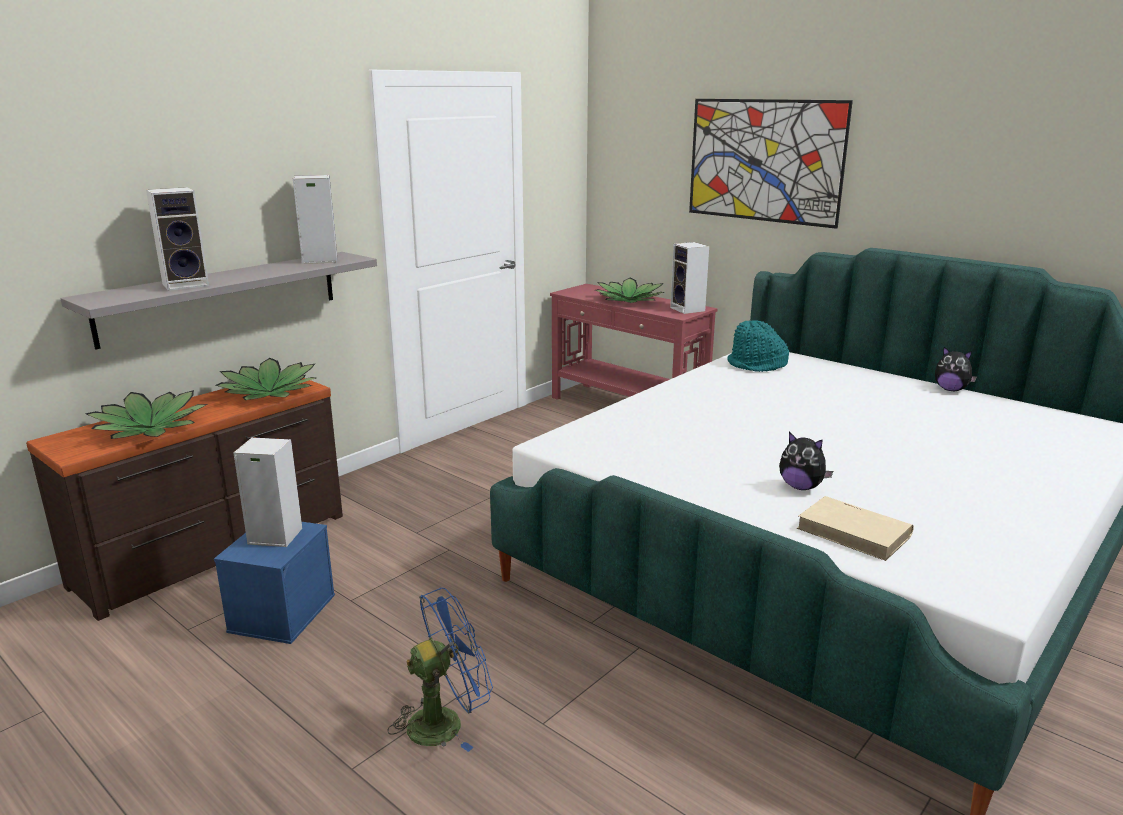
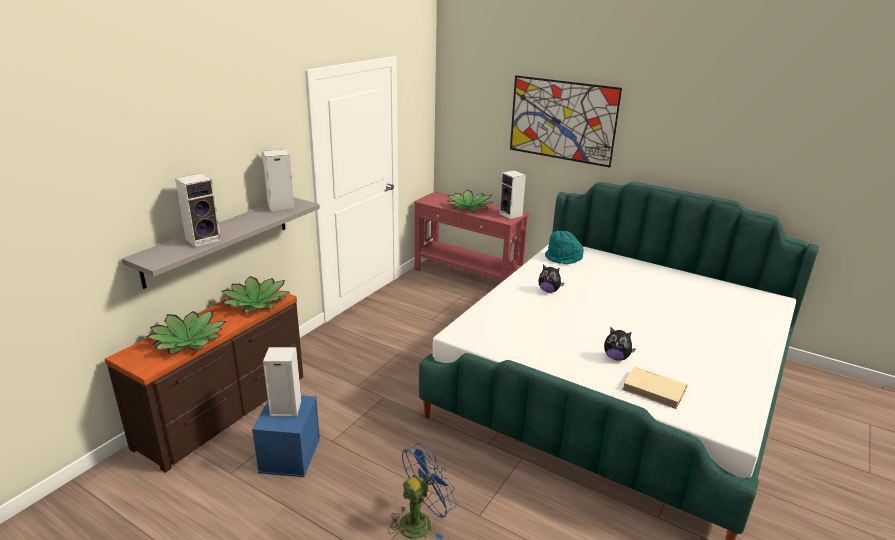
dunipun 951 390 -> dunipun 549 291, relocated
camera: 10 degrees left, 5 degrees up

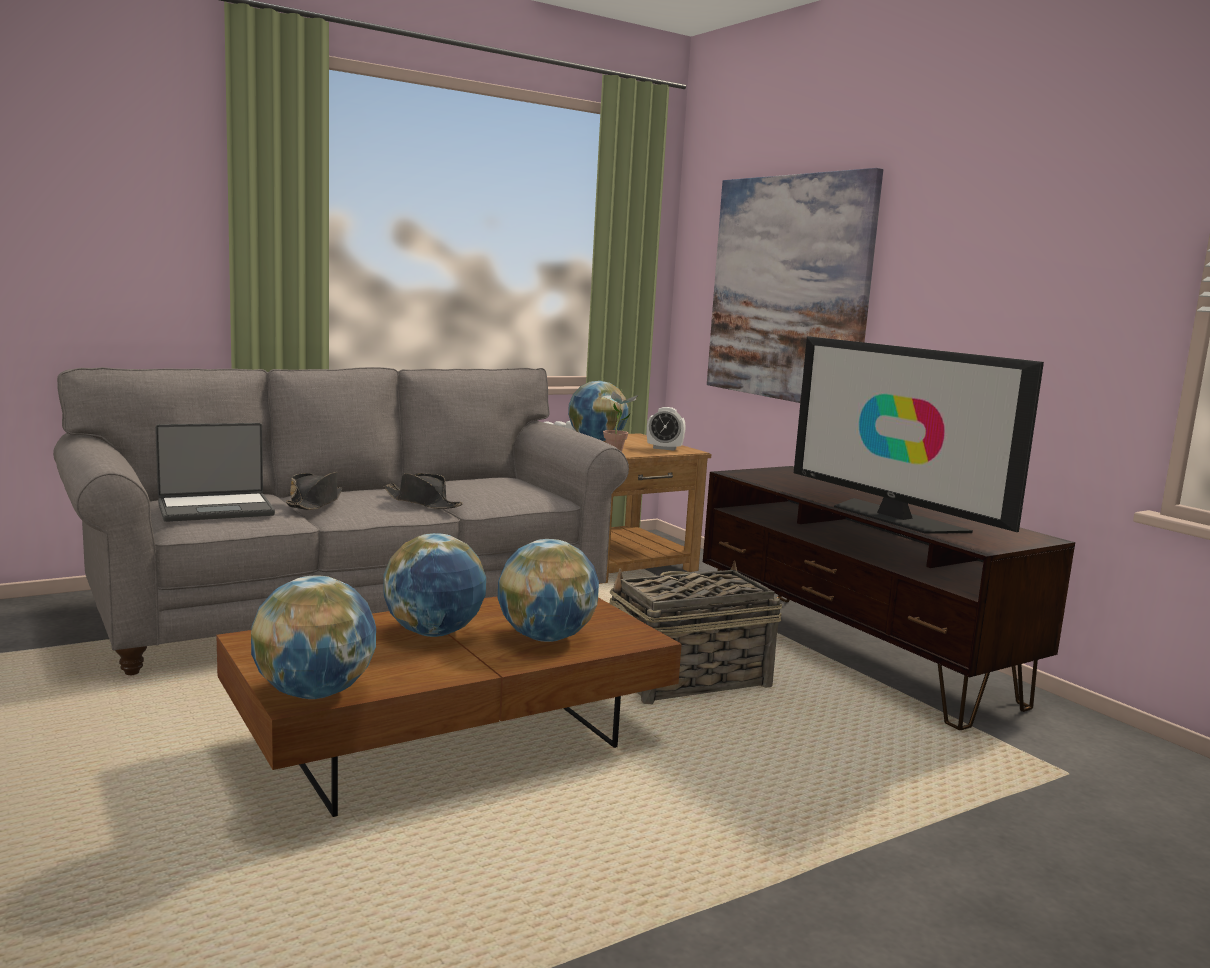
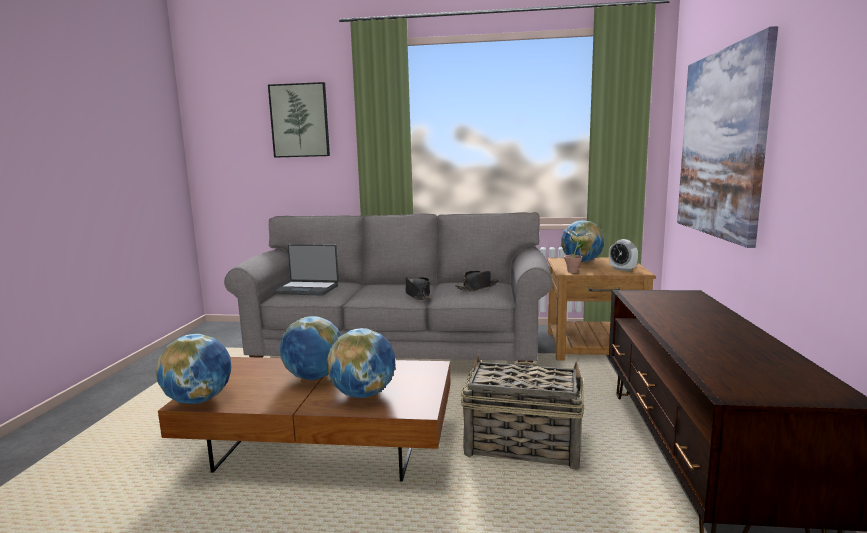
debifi 894 517 -> none
none -> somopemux 300 120
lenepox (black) 315 503 -> lenepox (black) 477 288, relocated
camera: 40 degrees right, 0 degrees up

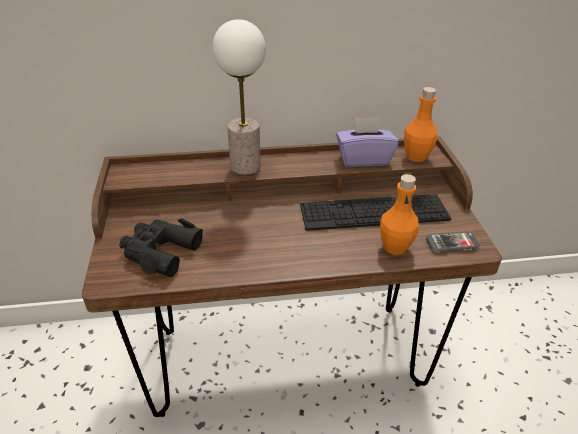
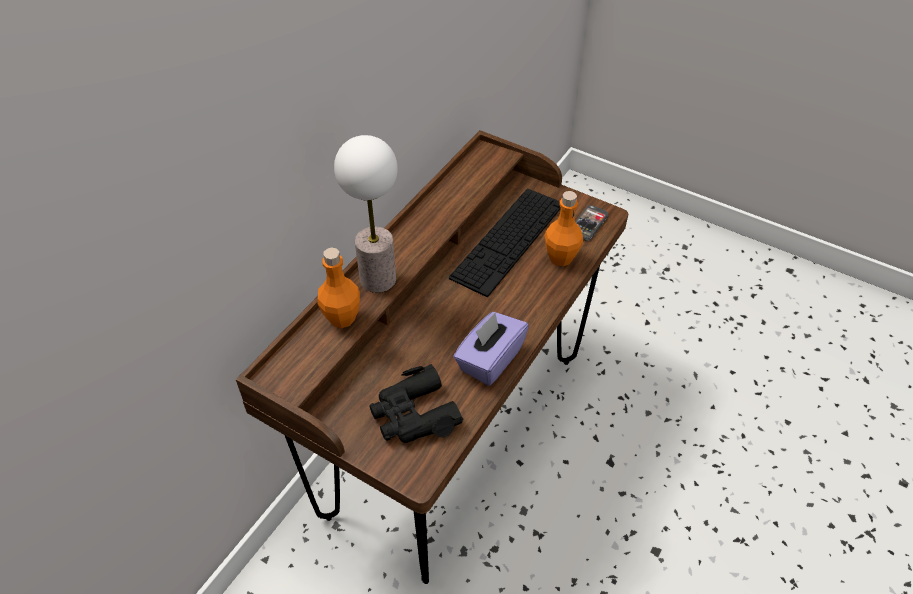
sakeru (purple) 363 159 -> sakeru (purple) 489 360, relocated
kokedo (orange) 416 156 -> kokedo (orange) 342 318, relocated
camera: 50 degrees left, 10 degrees up

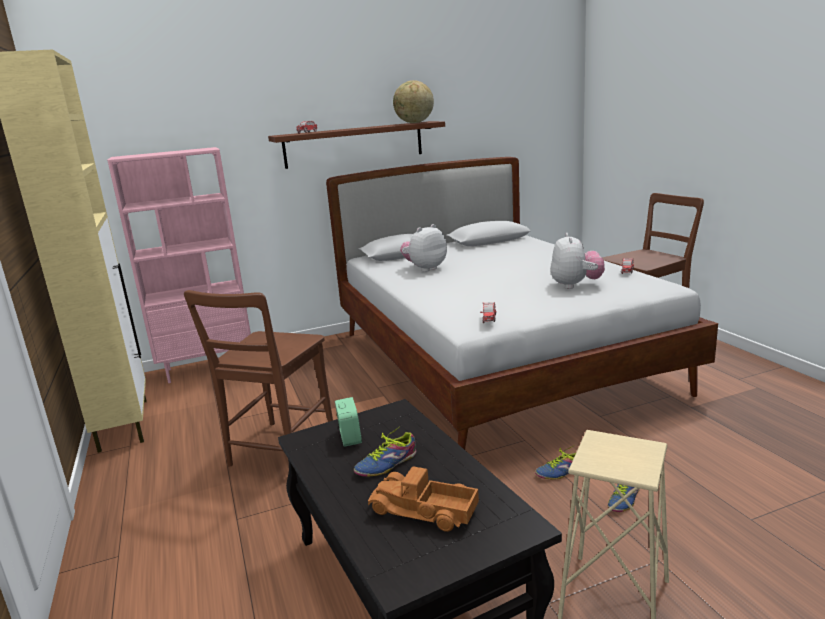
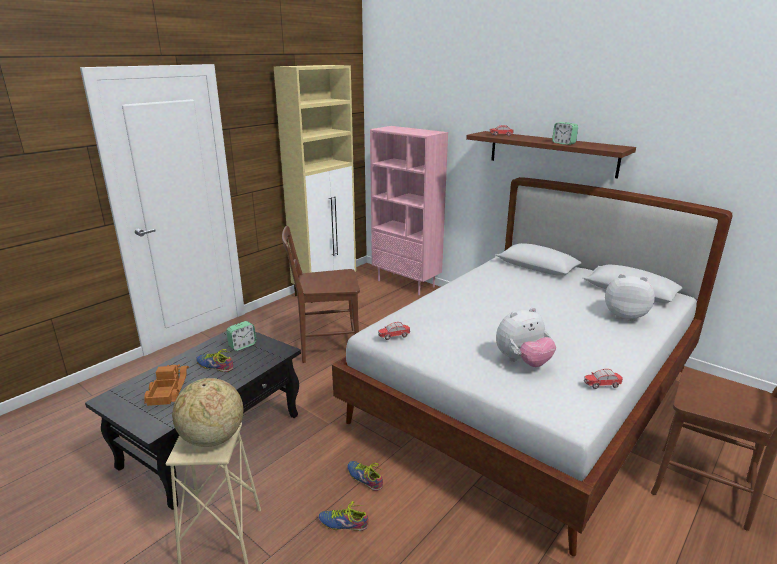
none -> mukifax 563 143
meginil 414 123 -> meginil 212 438, relocated
dunipun 425 269 -> dunipun 624 315, relocated
camera: 60 degrees right, 5 degrees up

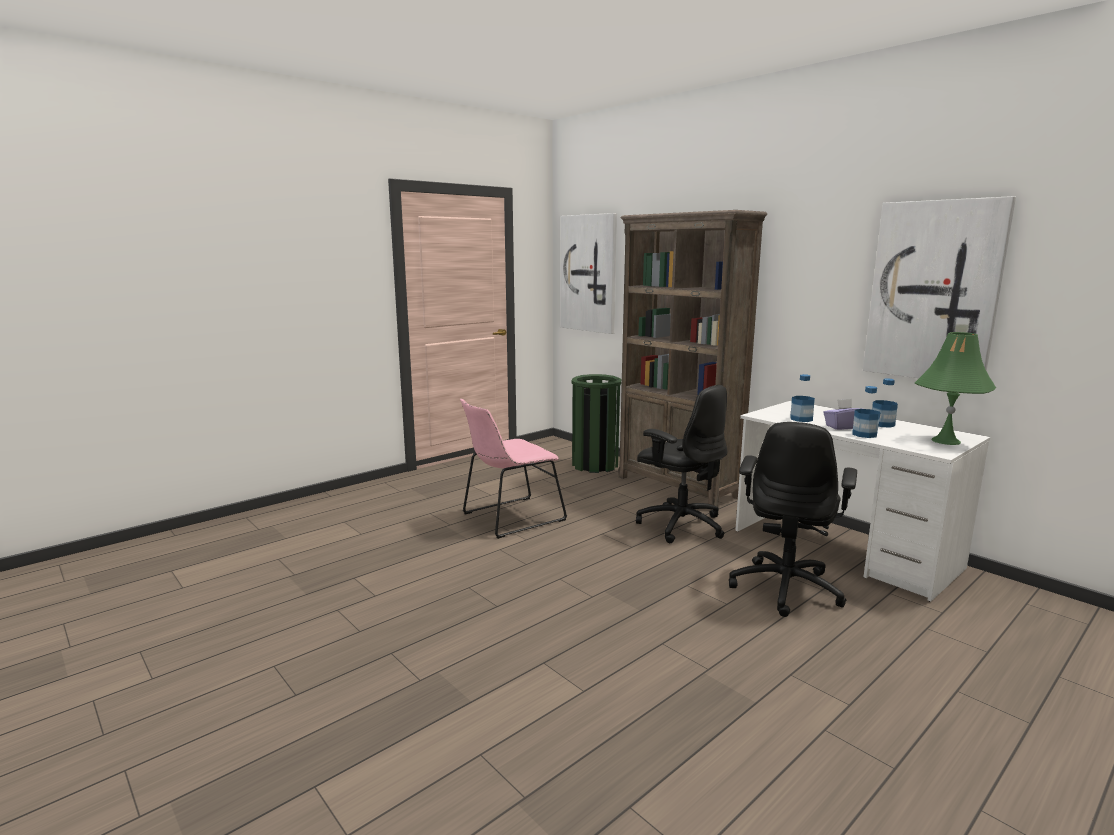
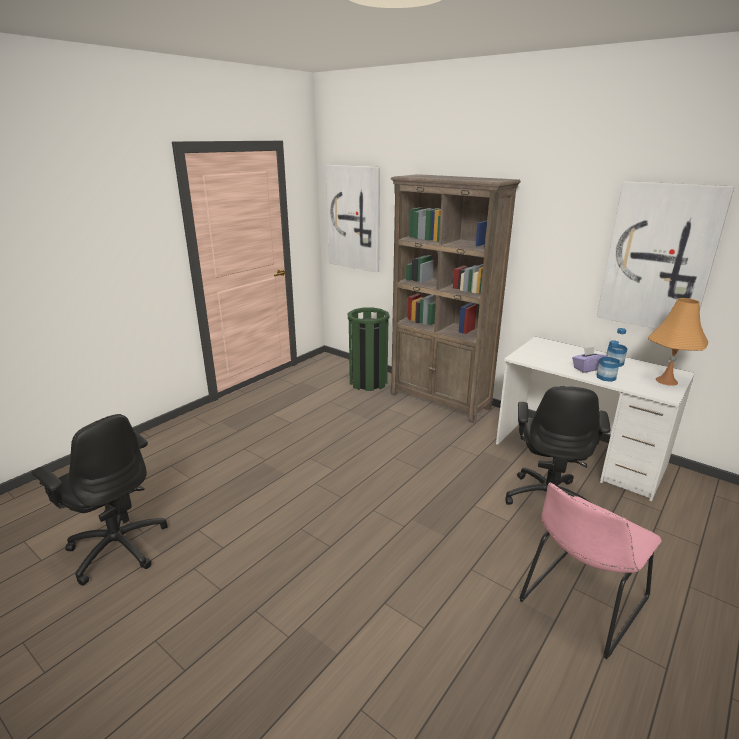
kokedo 801 419 -> none
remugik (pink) 510 518 -> remugik (pink) 580 602, relocated
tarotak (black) 680 524 -> tarotak (black) 118 547, relocated
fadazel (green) 945 441 -> fadazel (orange) 666 381
camera: 10 degrees left, 10 degrees up

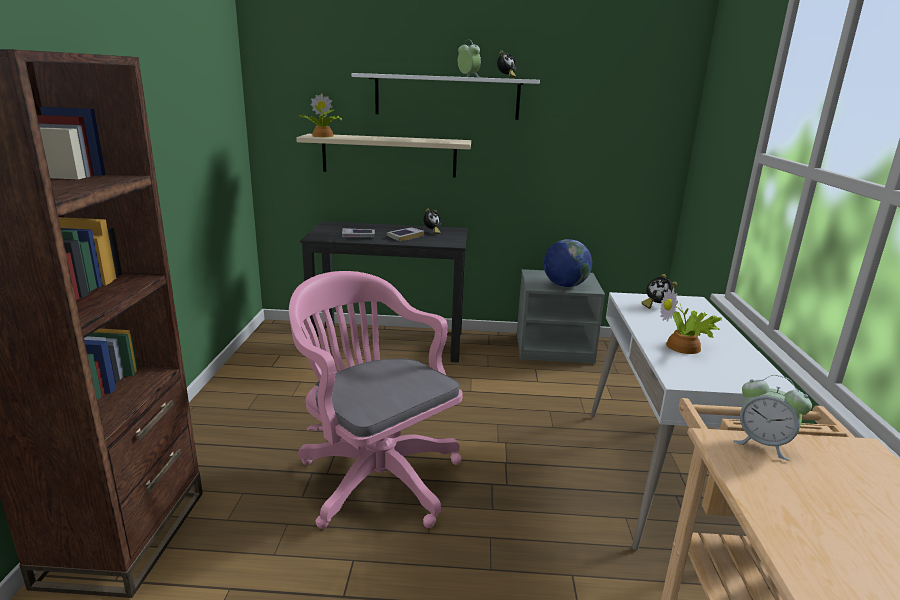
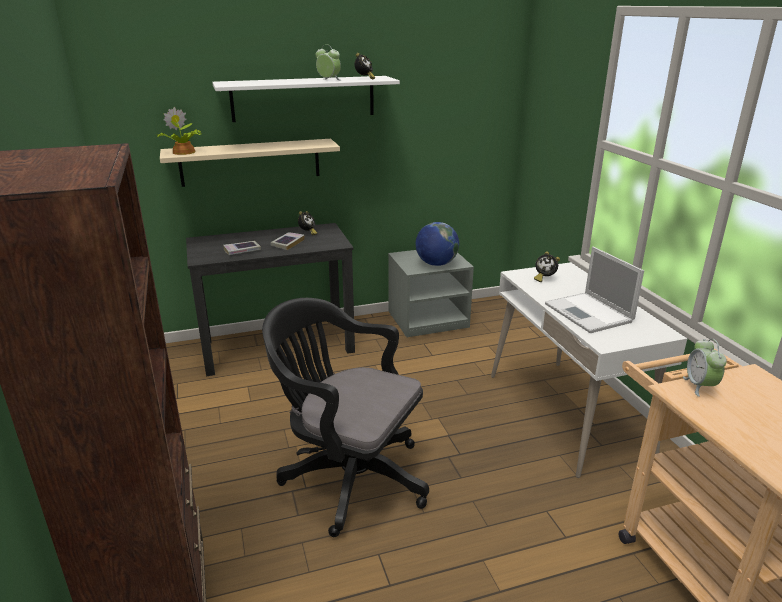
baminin 685 347 -> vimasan 589 313
tarotak (pink) 374 474 -> tarotak (black) 348 476
mukifax 763 444 -> mukifax 700 386, 75 degrees clockwise
camera: 20 degrees left, 5 degrees up

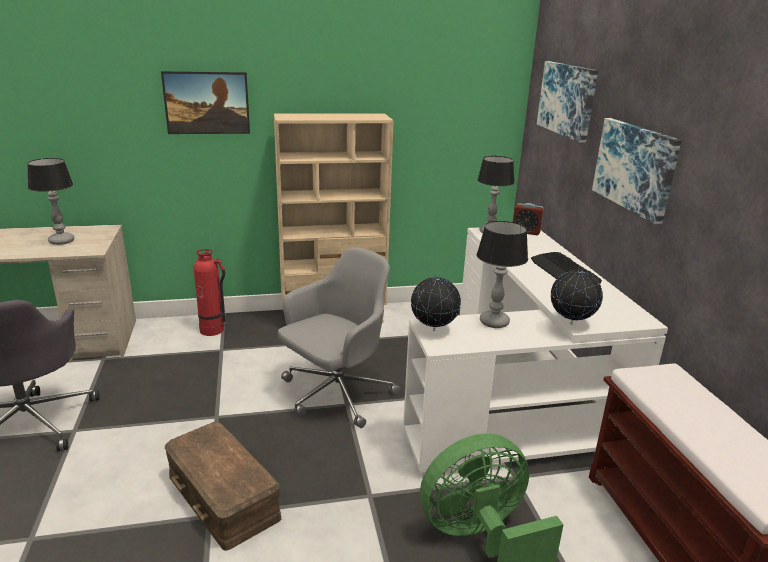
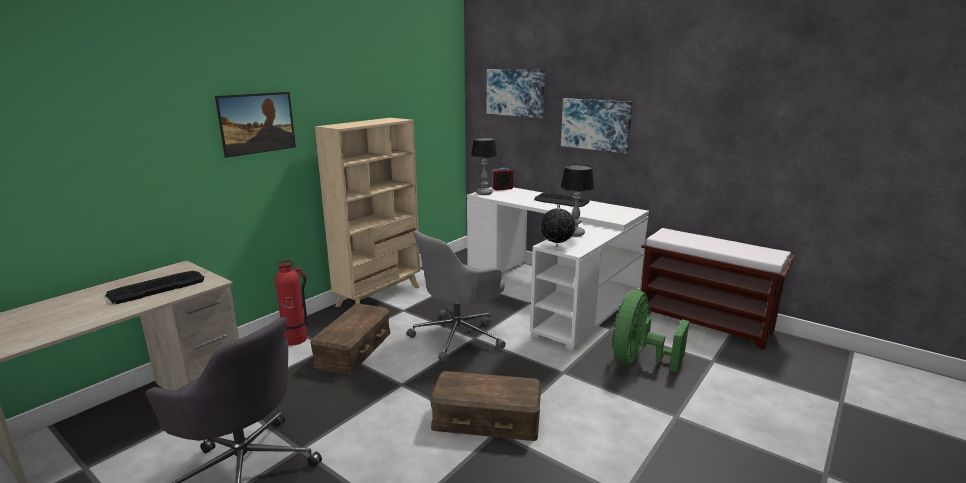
meginil 571 323 -> none
none -> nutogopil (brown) 353 348
fadazel 61 241 -> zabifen 156 287
tarotak (grey) 336 394 -> tarotak (grey) 459 336, 135 degrees counterclockwise
camera: 40 degrees left, 5 degrees down

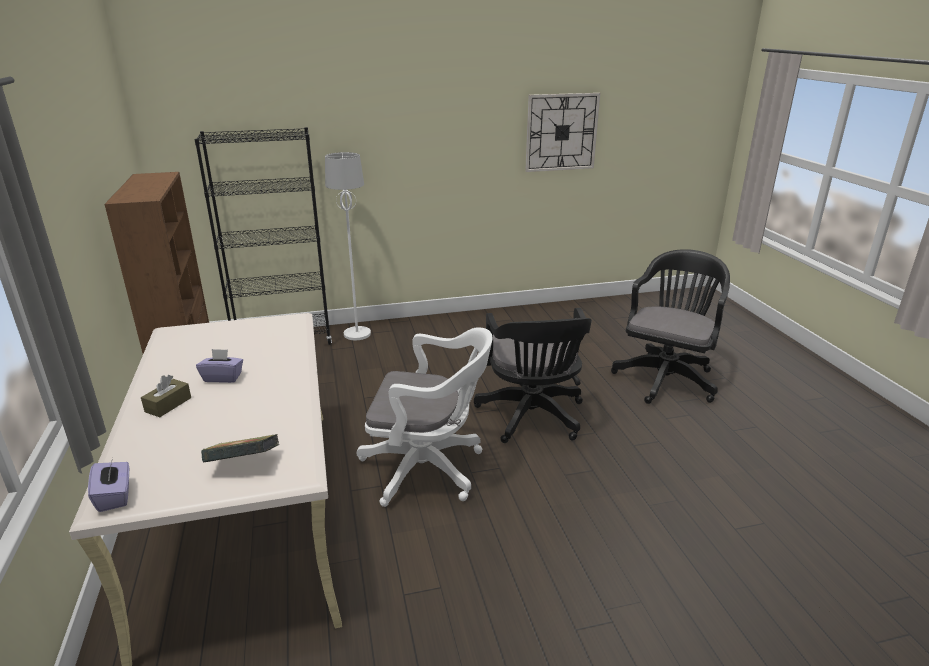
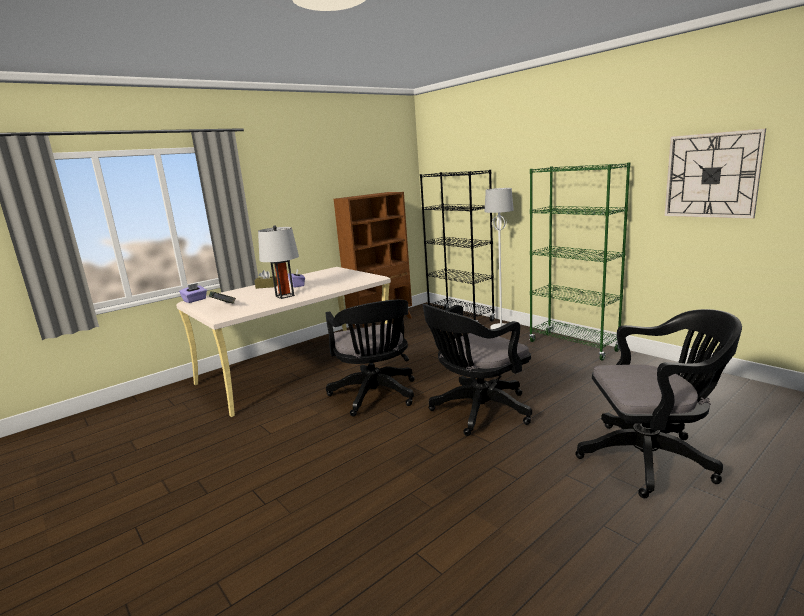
none -> fadazel (grey) 285 296
none -> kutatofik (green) 573 346
tarotak (white) 429 469 -> tarotak (black) 375 396
camera: 65 degrees right, 10 degrees down

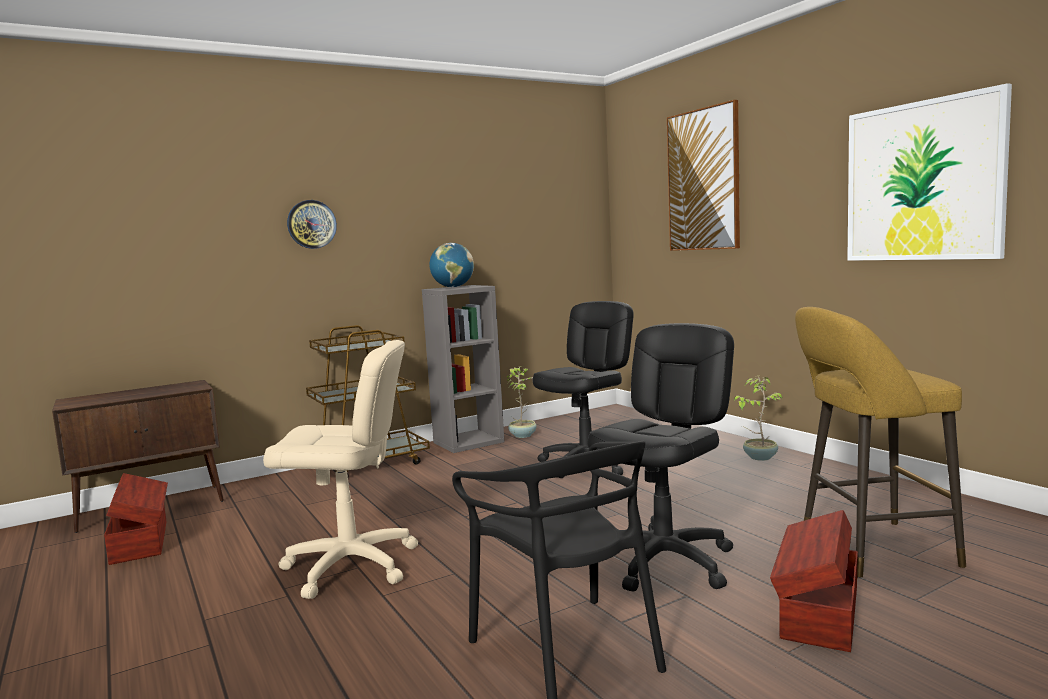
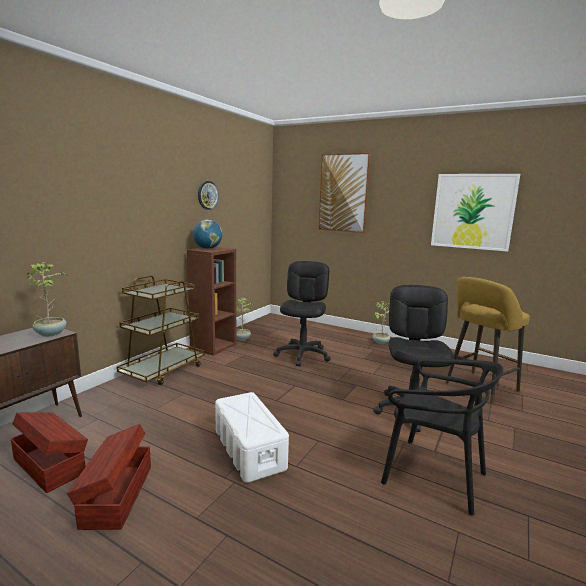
none -> baminin 51 333
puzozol 311 224 -> puzozol 207 195, relocated
nutogopil (brown) 817 611 -> nutogopil (brown) 116 496, relocated
tarotak (beige) 351 566 -> nutogopil (white) 249 449
kutatofik (grey) 468 442 -> kutatofik (brown) 213 346
camera: 30 degrees left, 5 degrees up

